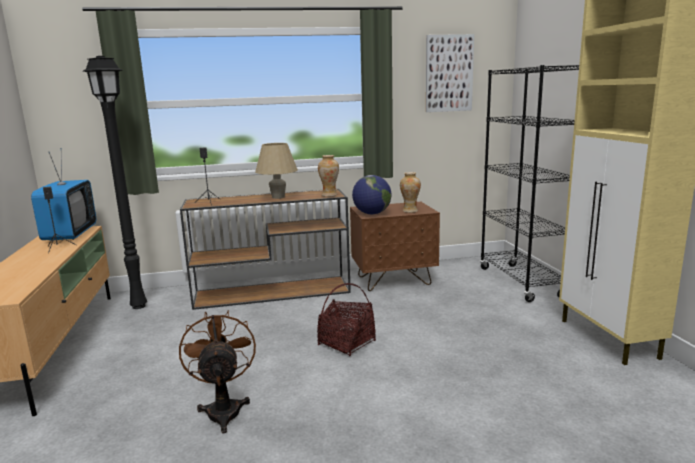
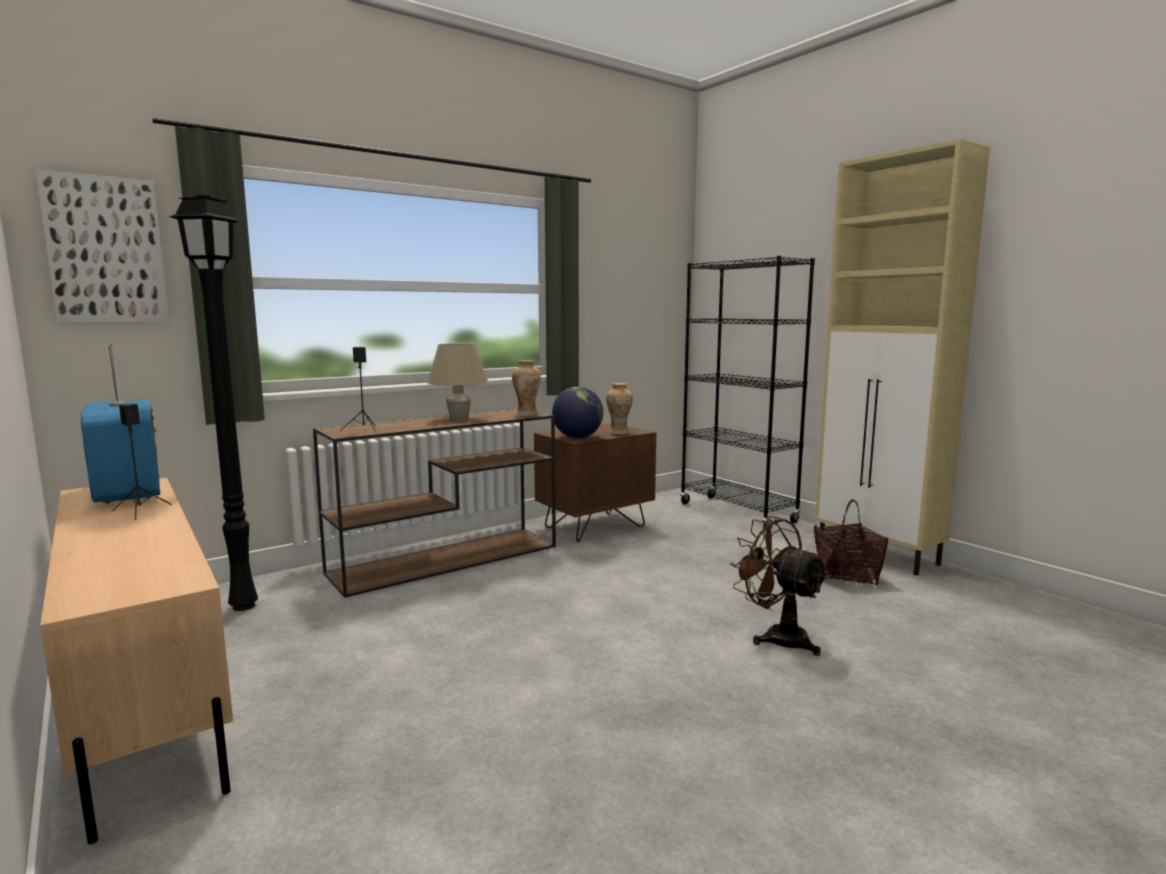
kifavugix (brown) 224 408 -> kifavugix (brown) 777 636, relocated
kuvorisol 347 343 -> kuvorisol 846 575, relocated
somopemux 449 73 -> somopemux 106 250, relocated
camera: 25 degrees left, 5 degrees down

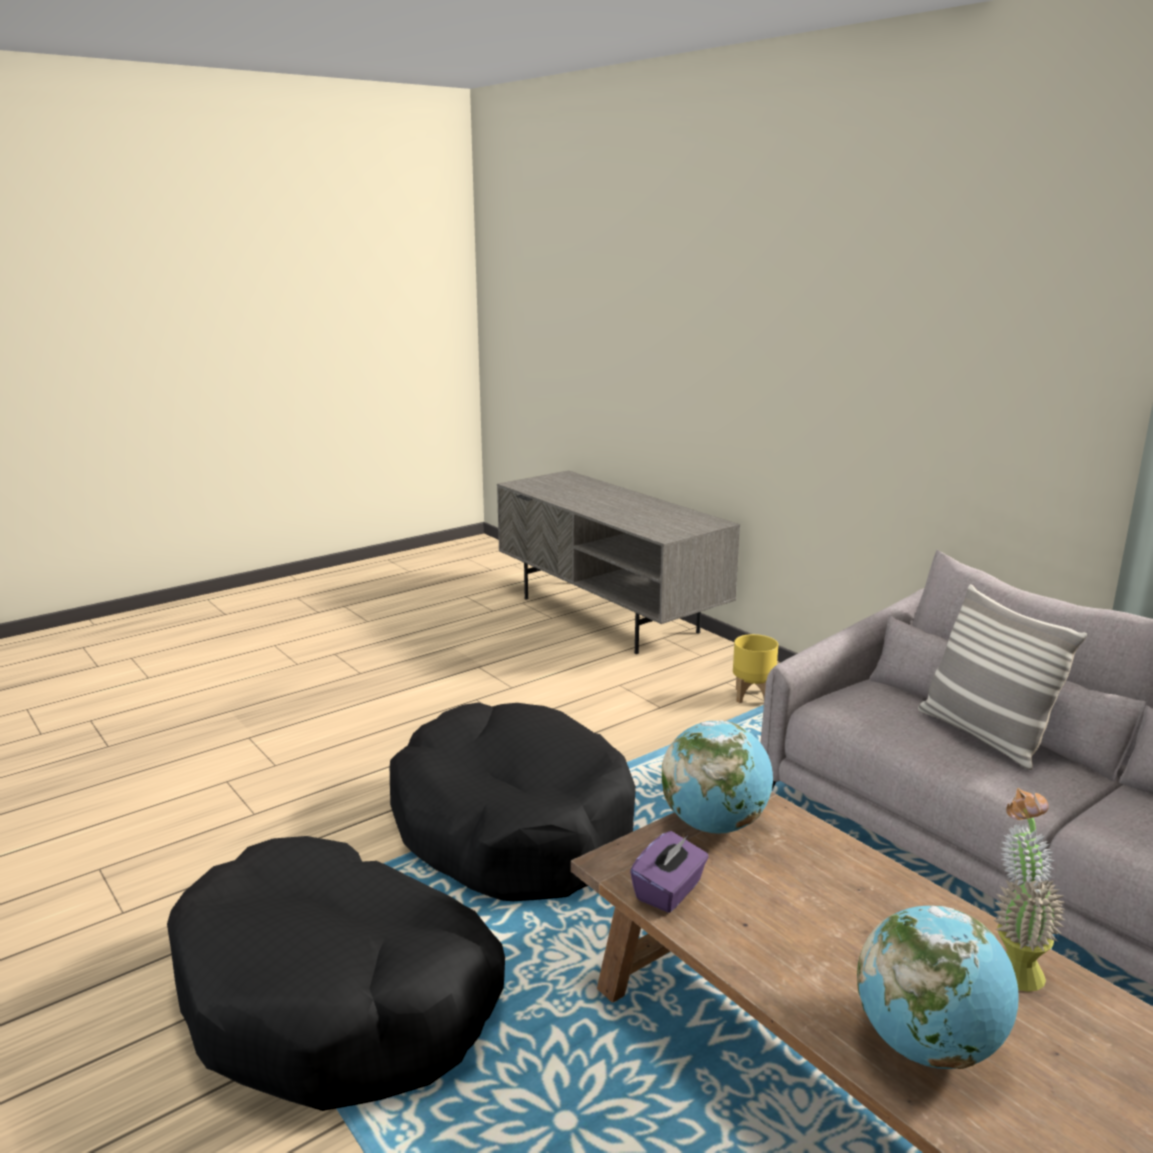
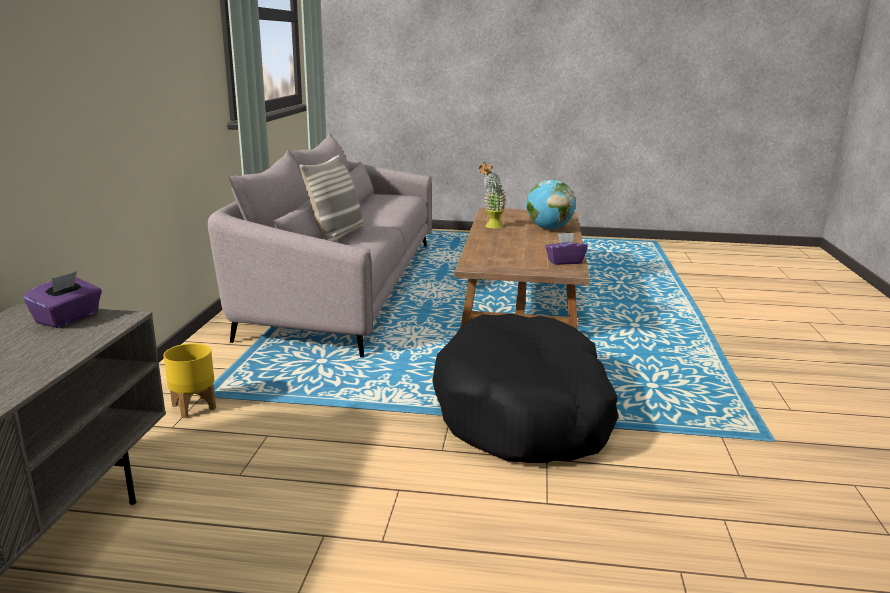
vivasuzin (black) 337 998 -> none
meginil 714 824 -> none
none -> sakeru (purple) 68 318
camera: 135 degrees left, 0 degrees up

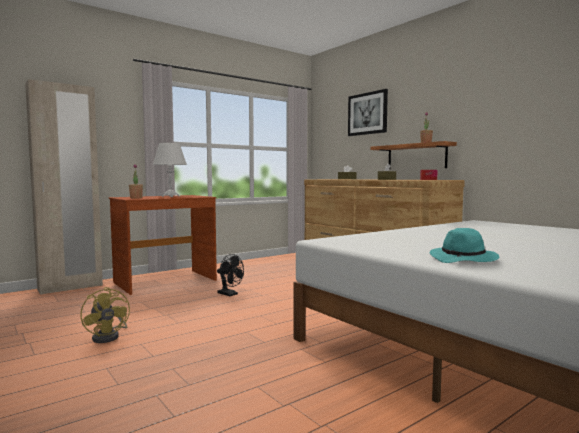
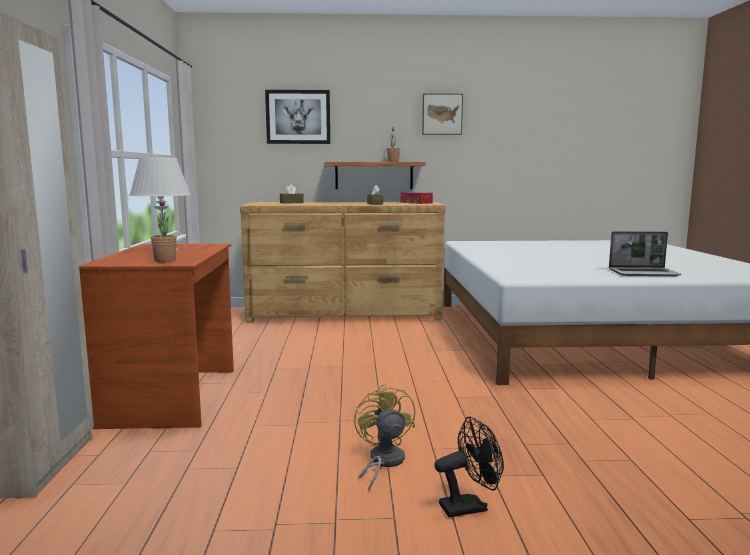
none -> somopemux 442 114
kifavugix (black) 230 294 -> kifavugix (black) 469 506, relocated
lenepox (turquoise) 464 259 -> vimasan 644 273
kifavugix (yellow) 109 336 -> kifavugix (yellow) 383 462, 105 degrees counterclockwise
camera: 55 degrees left, 5 degrees up

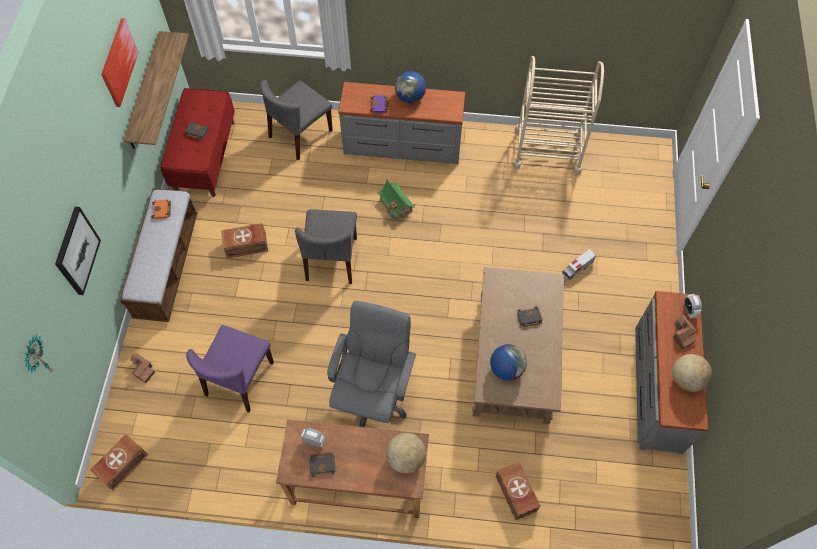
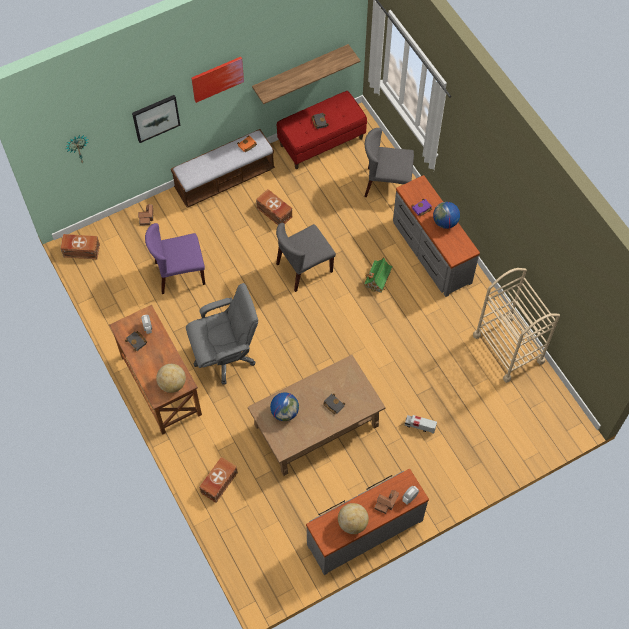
somopemux 118 62 -> somopemux 217 78, relocated
camera: 55 degrees right, 0 degrees up

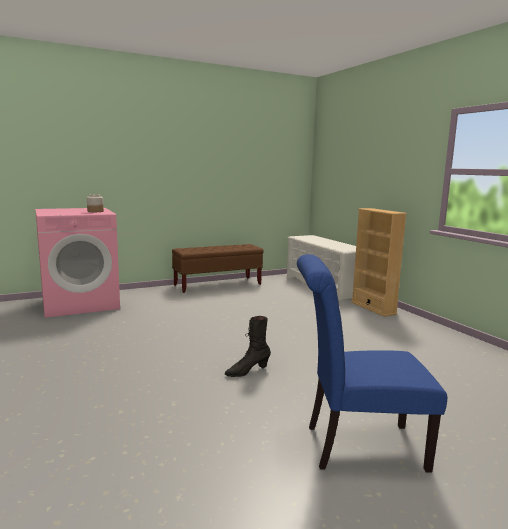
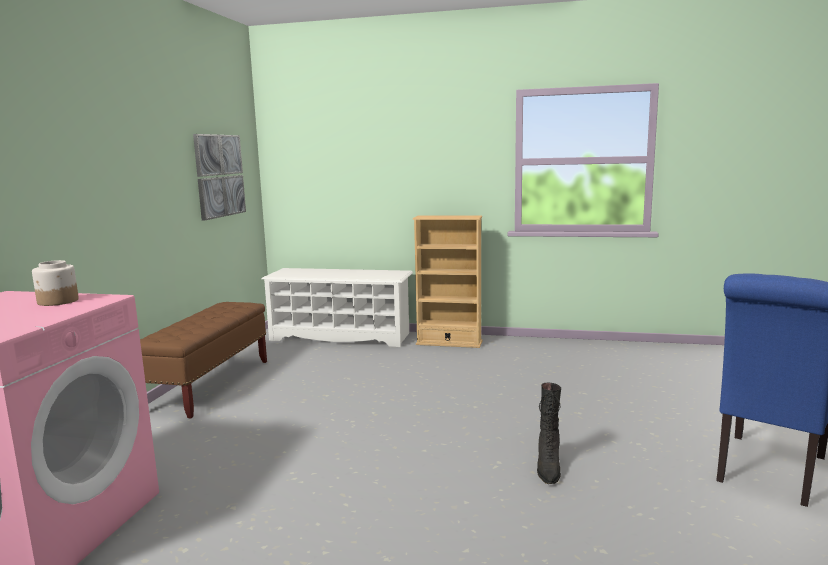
none -> somopemux 219 175
camera: 50 degrees left, 0 degrees up

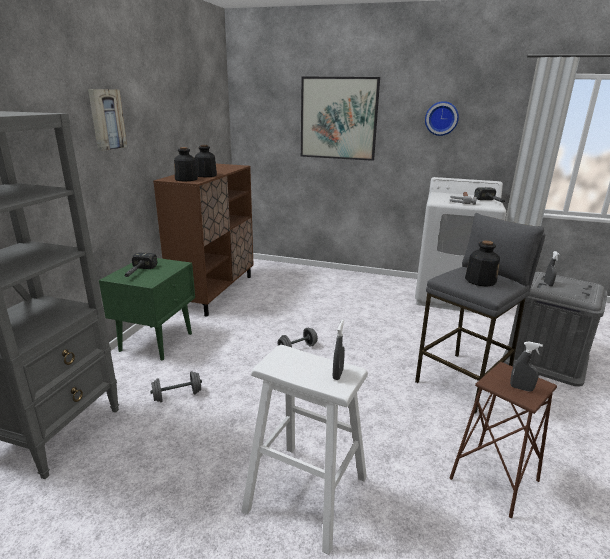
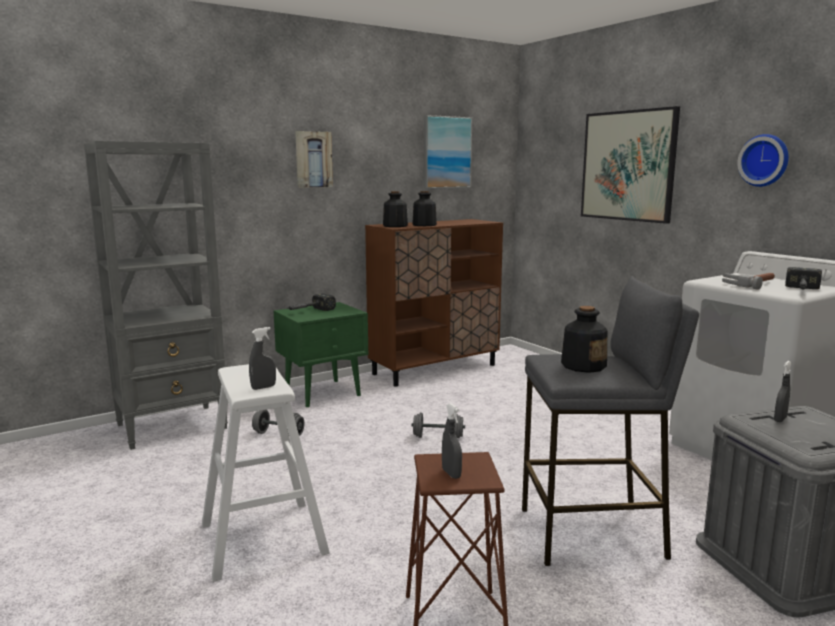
none -> somopemux 446 152
camera: 40 degrees right, 10 degrees down

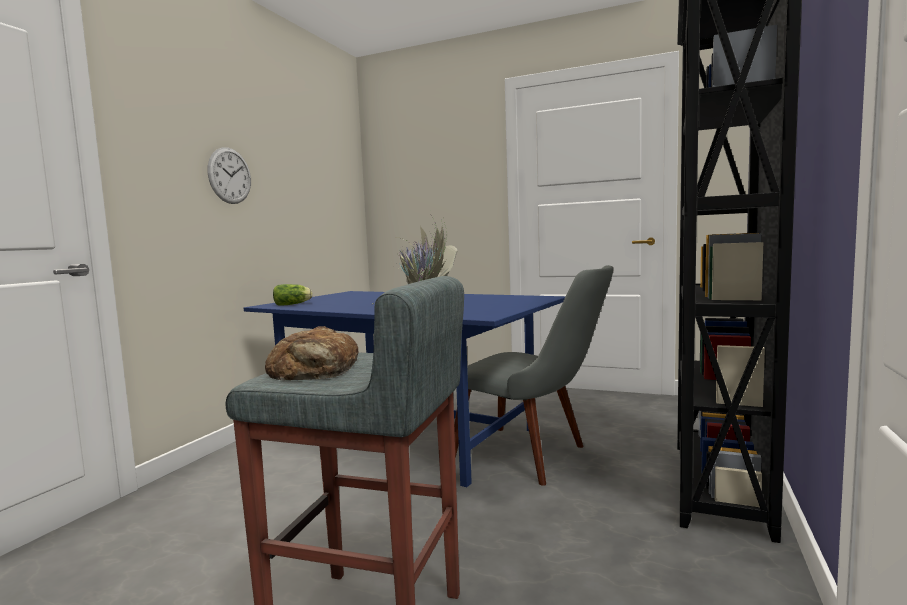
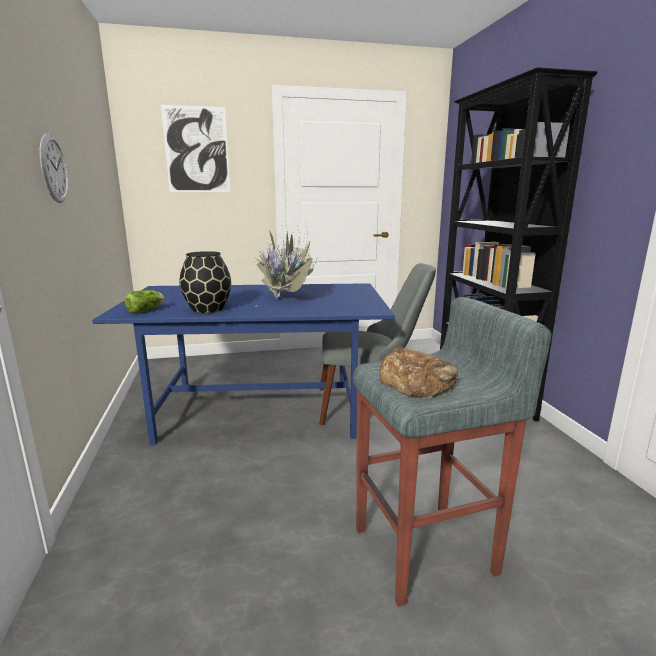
none -> somopemux 197 150
none -> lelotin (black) 208 309
camera: 35 degrees left, 10 degrees up

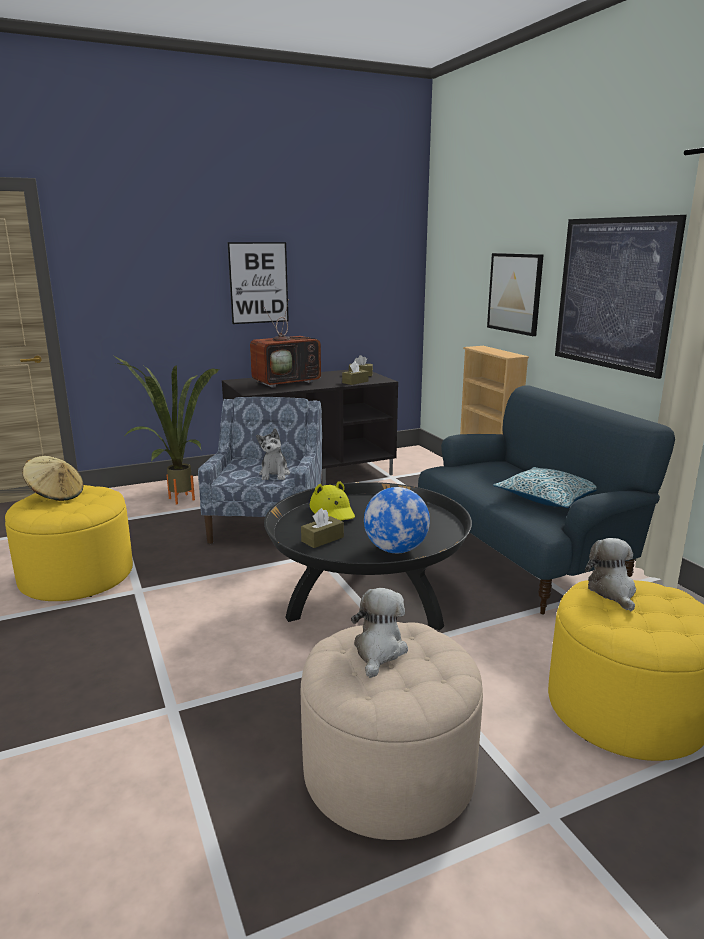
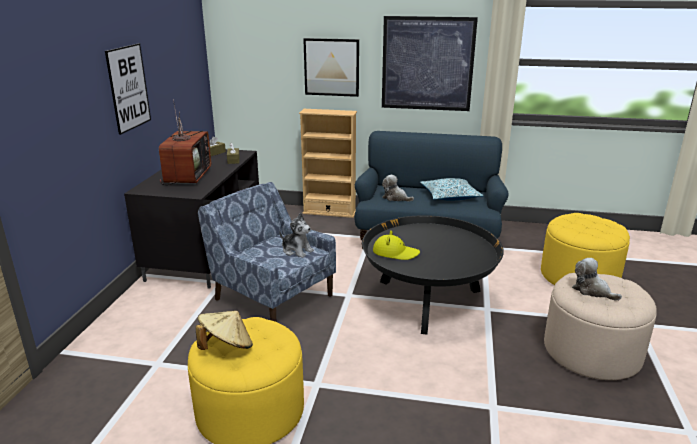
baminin 173 500 -> none
sakeru (brown) 322 539 -> none
meginil 396 550 -> none
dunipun 612 591 -> dunipun 395 198, relocated
camera: 55 degrees left, 5 degrees up

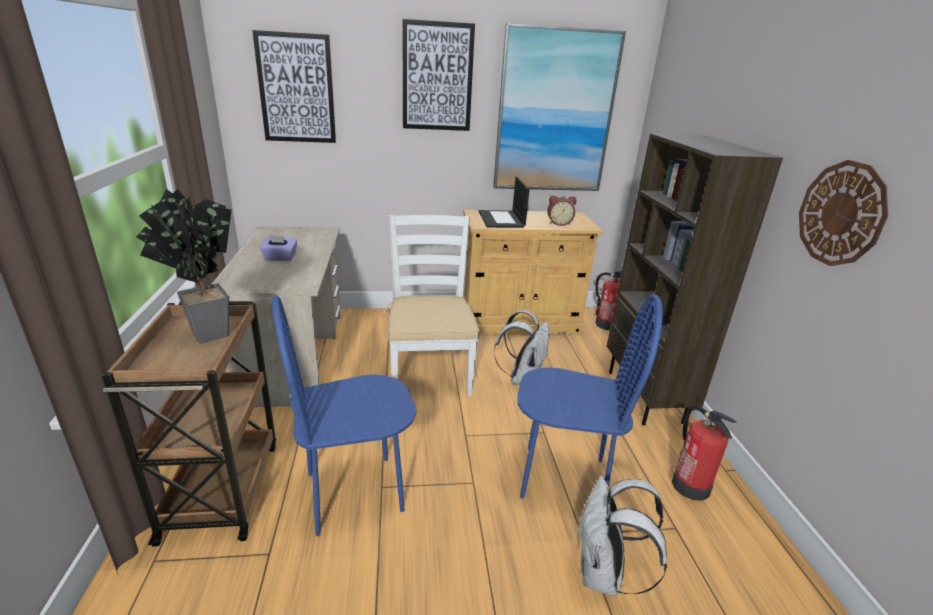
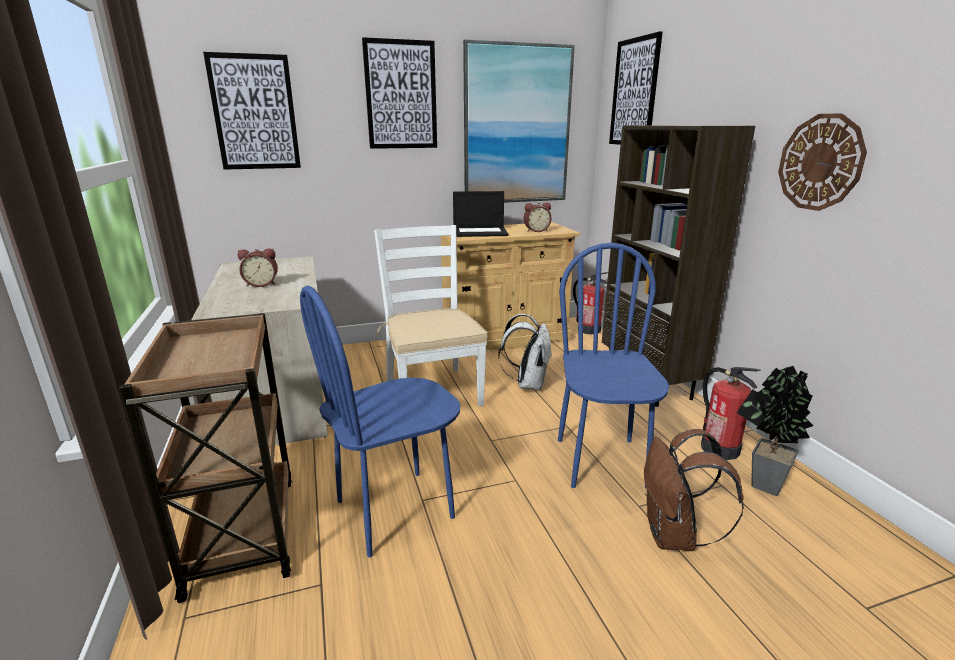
none -> somopemux 634 92
baminin 203 334 -> baminin 762 486, relocated
sakeru (purple) 279 258 -> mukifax 261 284
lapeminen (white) 603 574 -> lapeminen (brown) 674 536
vimasan 502 219 -> vimasan 480 232, 75 degrees counterclockwise
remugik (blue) 563 478 -> remugik (blue) 601 462, 90 degrees counterclockwise
camera: 10 degrees left, 5 degrees down

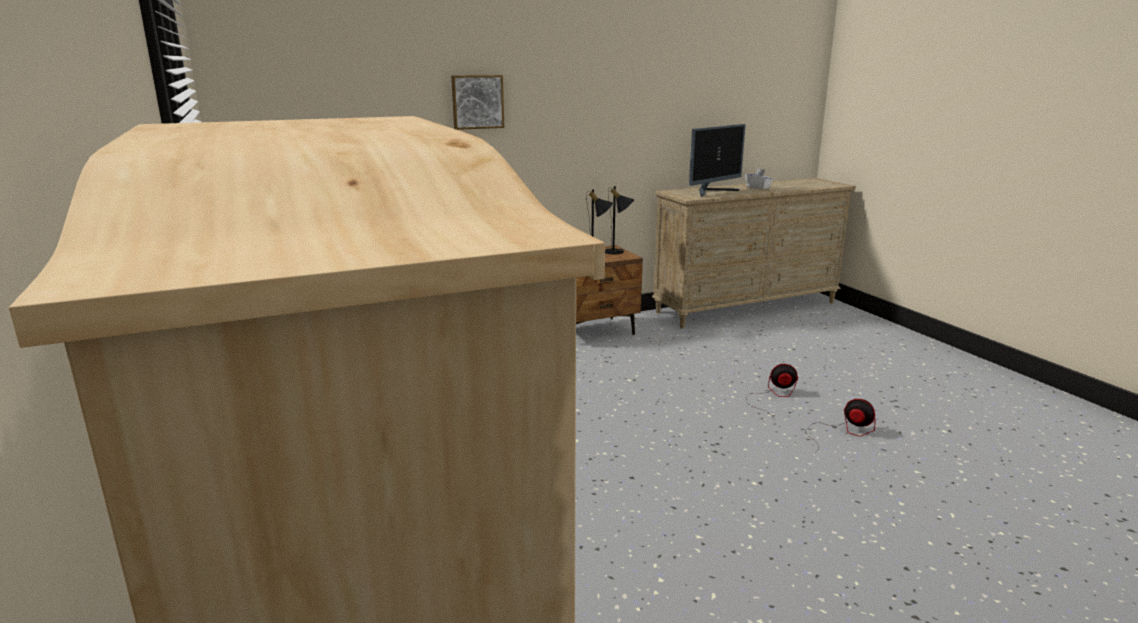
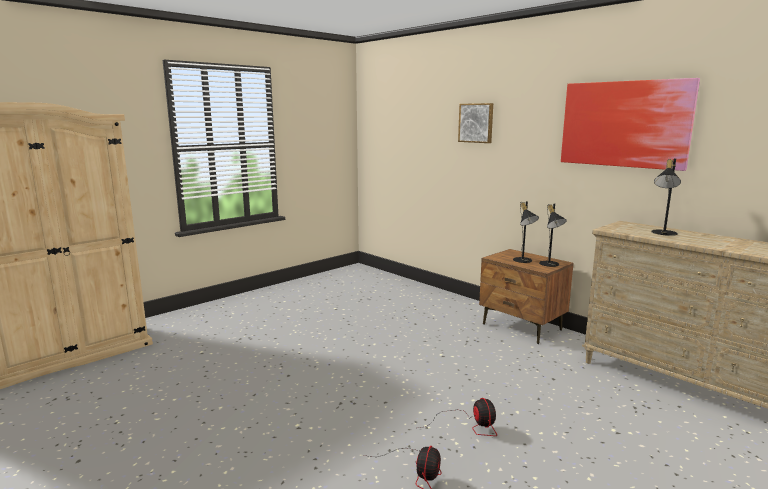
sakeru (white) 758 187 -> none
none -> somopemux 624 124
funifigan 712 192 -> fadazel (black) 662 233
camera: 70 degrees right, 5 degrees down

